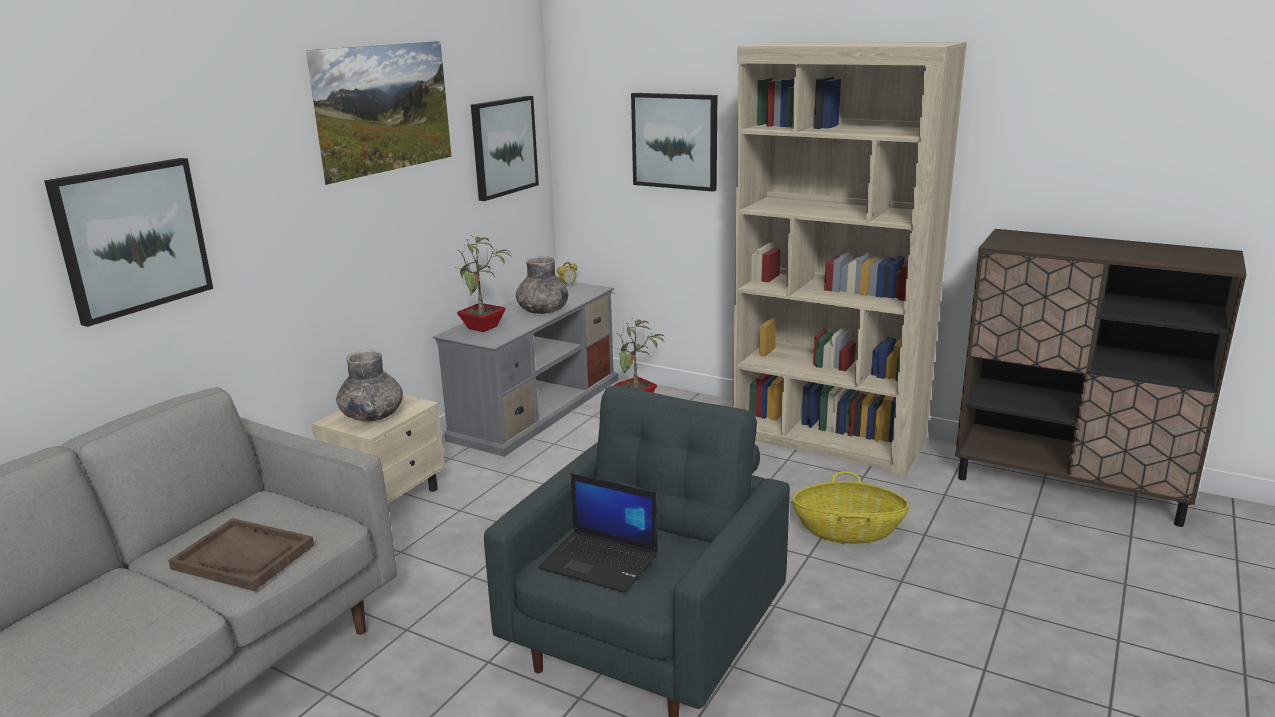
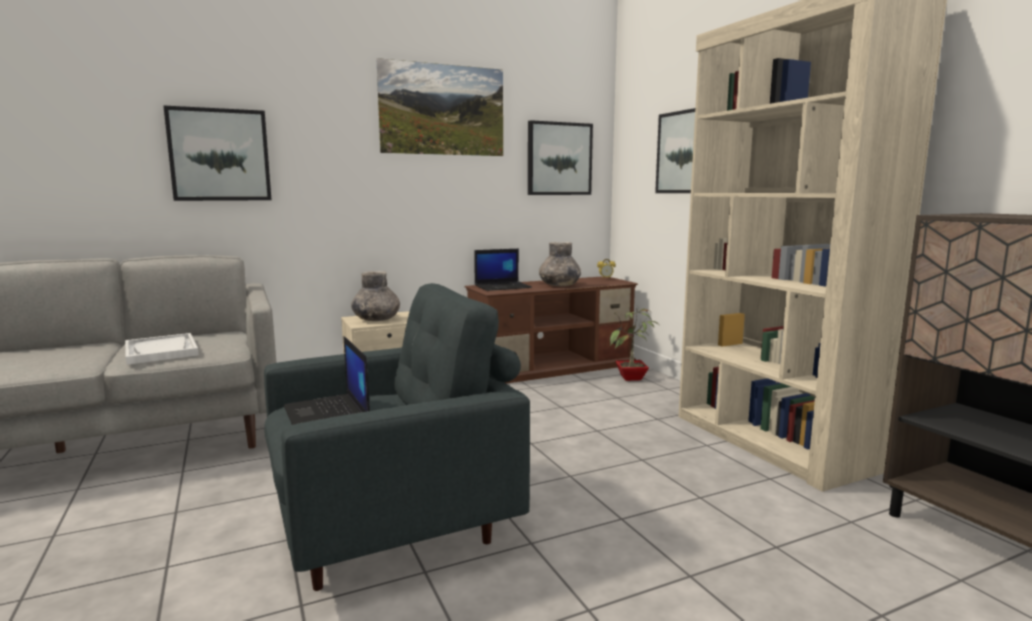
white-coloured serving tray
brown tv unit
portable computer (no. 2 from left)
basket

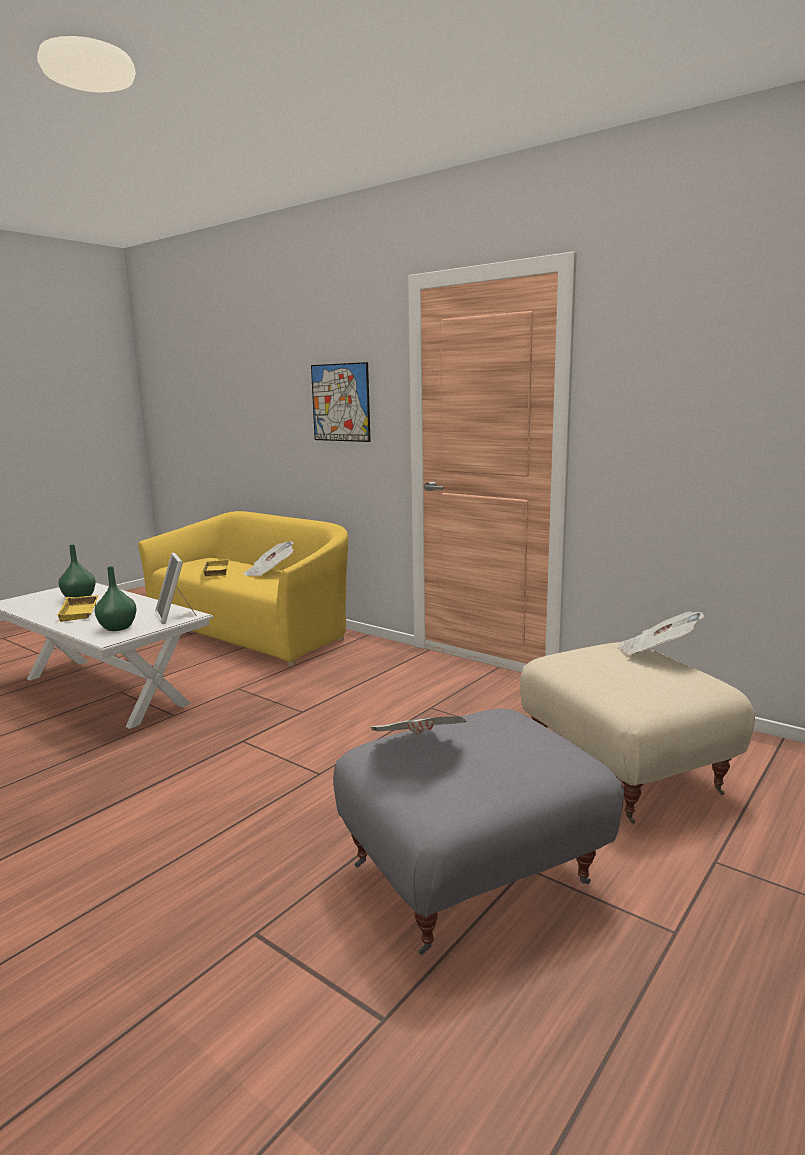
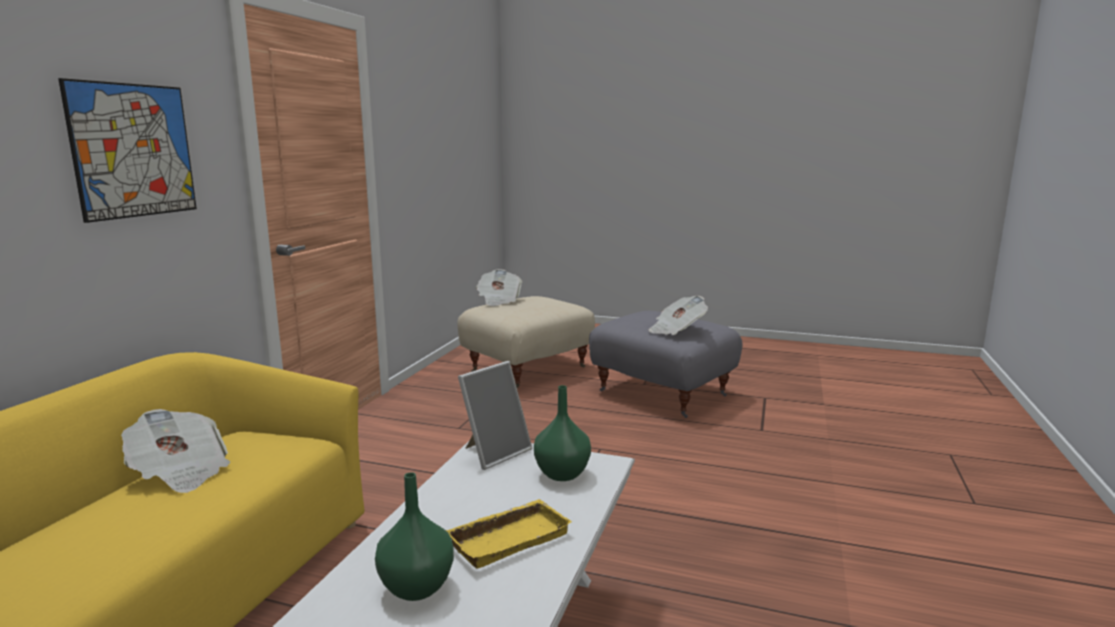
yellowish serving tray (no. 2 from left in the first image)

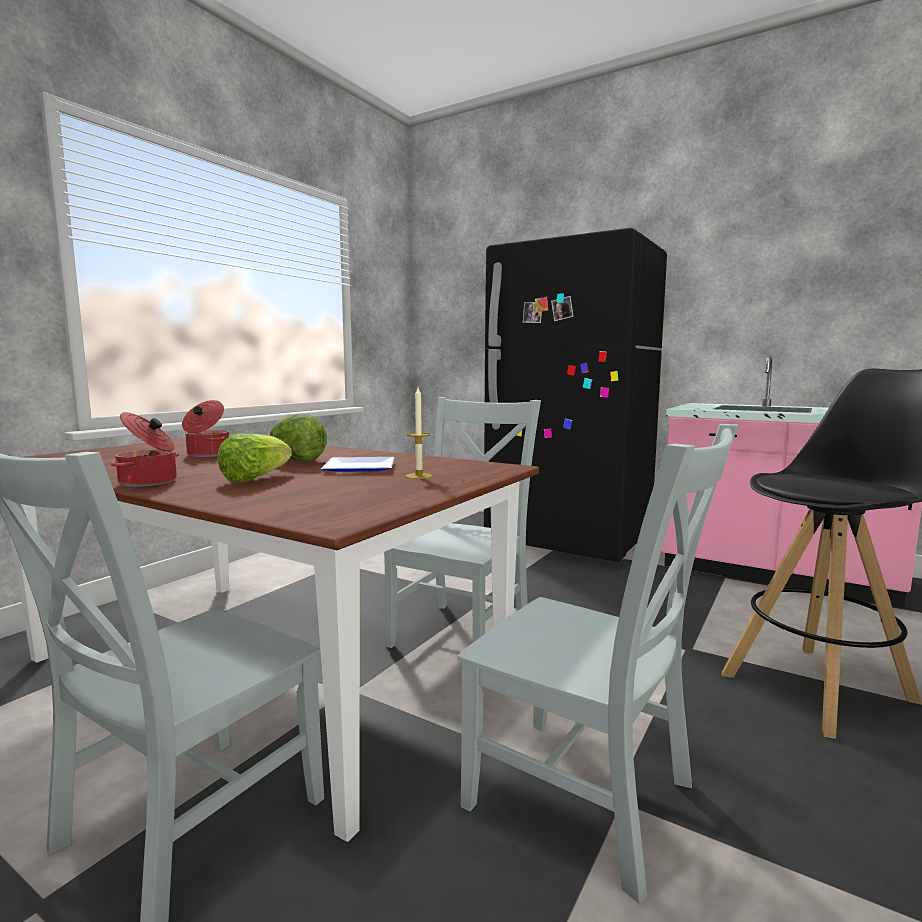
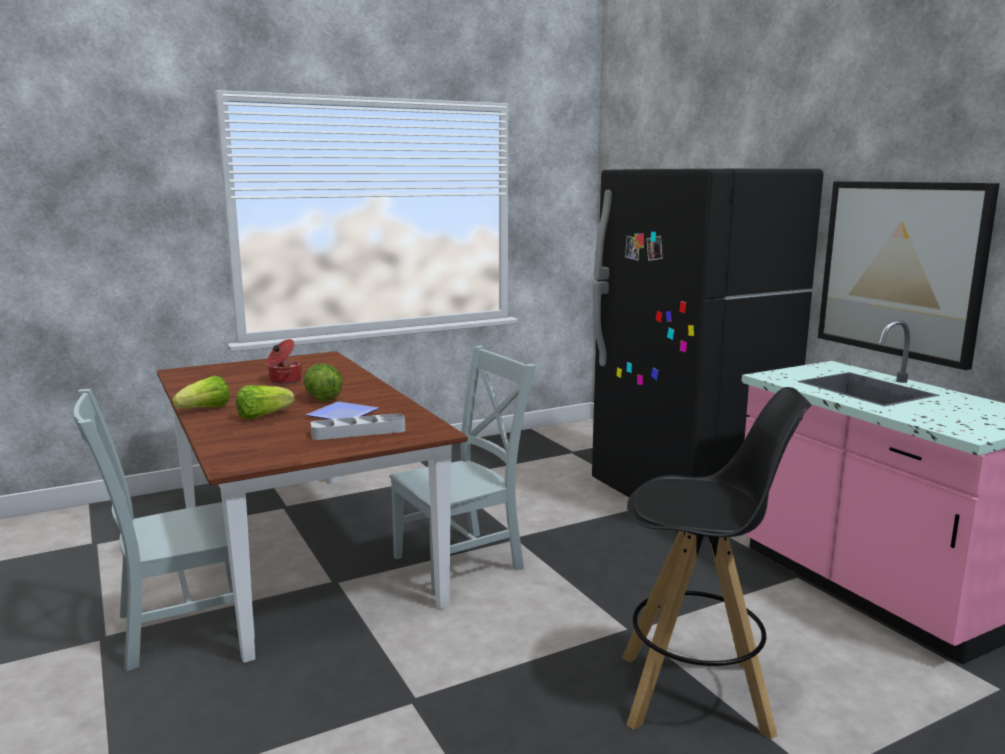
head of lettuce (no. 1 from left)
gray serving tray
gray chair (no. 3 from left in the first image)
wall art

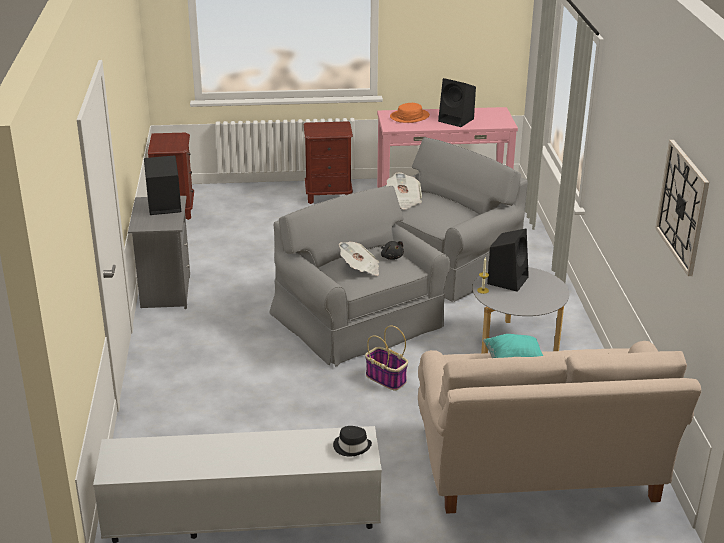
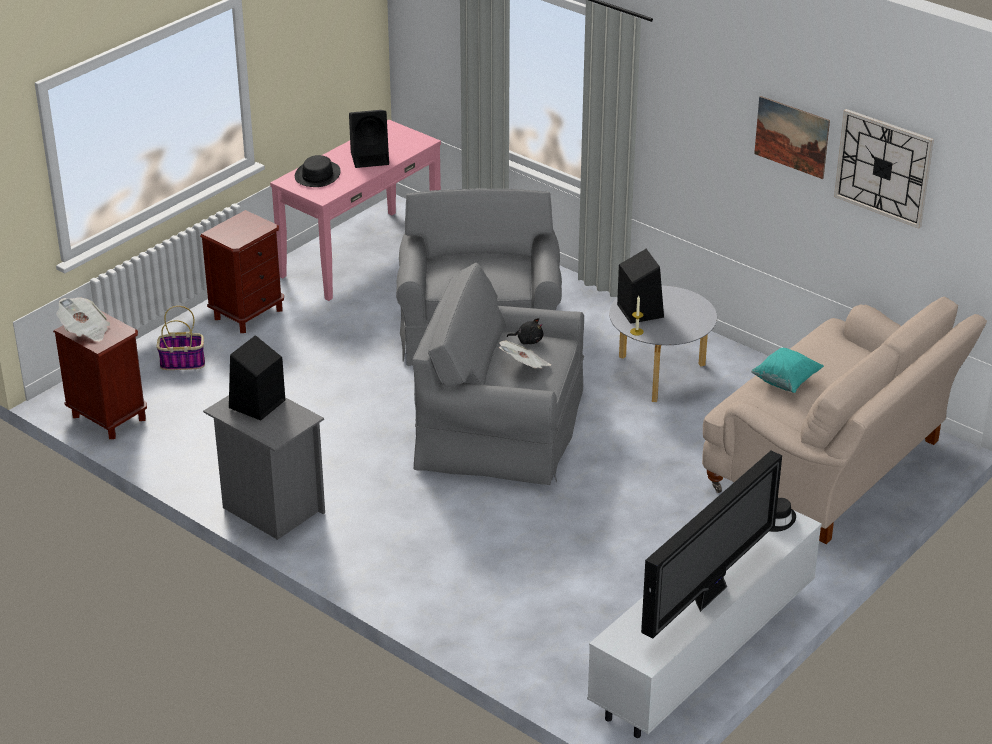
basket
newspaper (no. 1 from left)
black hat (no. 1 from left)
TV
wall art

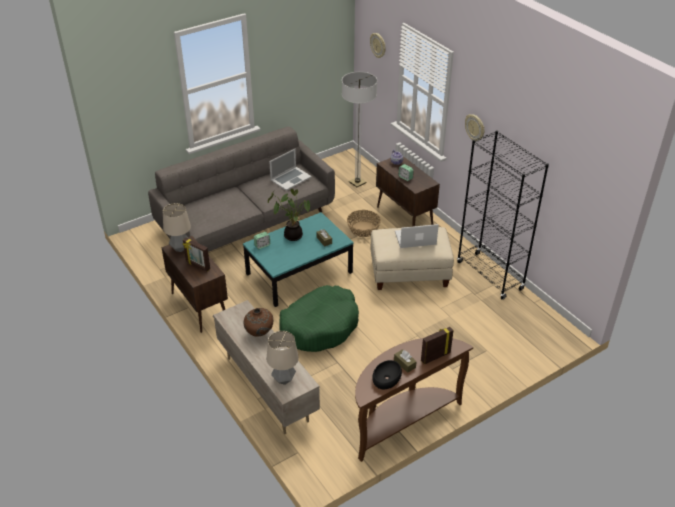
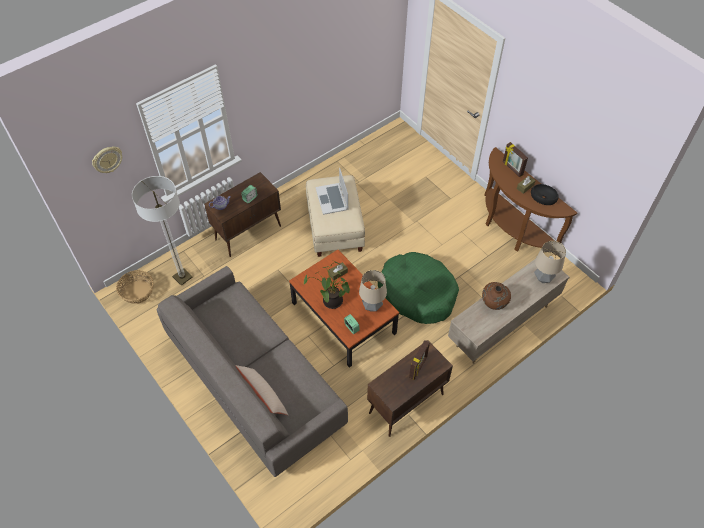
table lamp (no. 1 from left)
brown coffee table
portable computer (no. 1 from left in the first image)
basket
black shelving unit
hanging clock (no. 2 from left in the first image)
beige throw pillow

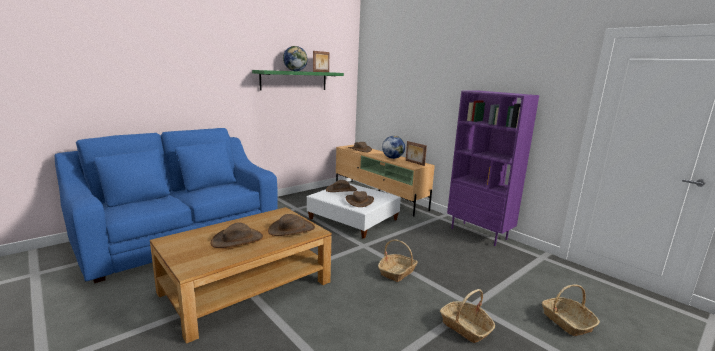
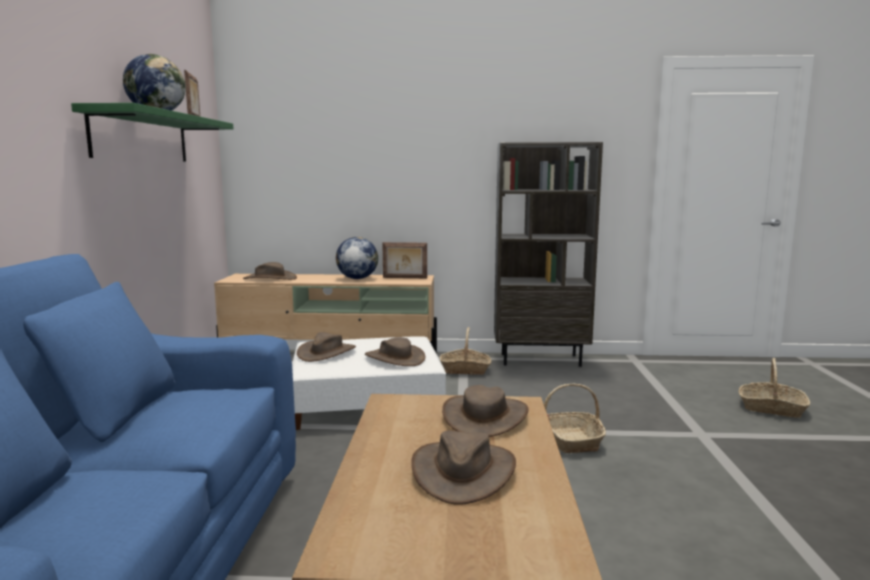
basket (no. 1 from left)
brown shelving unit

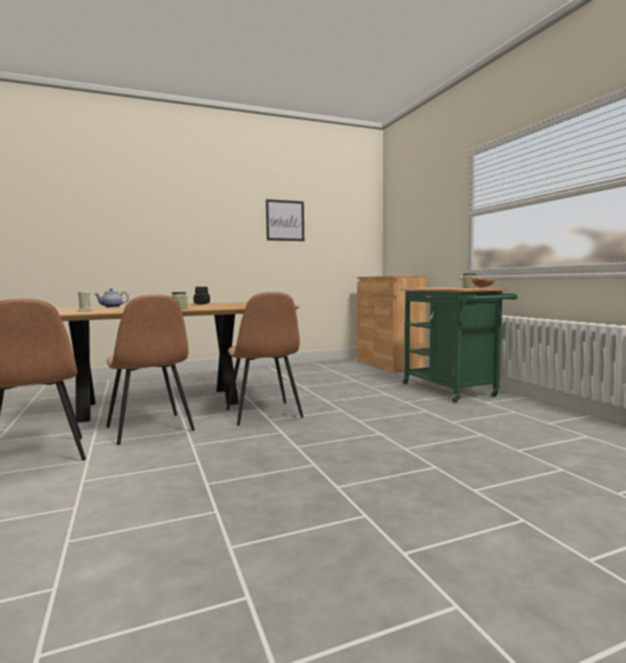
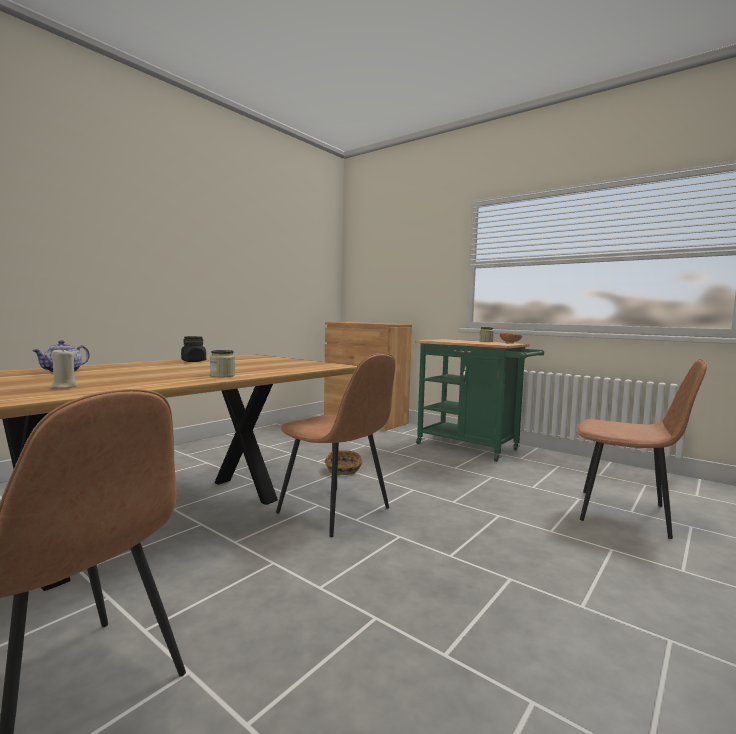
brown chair (no. 3 from left)
wall art
basket

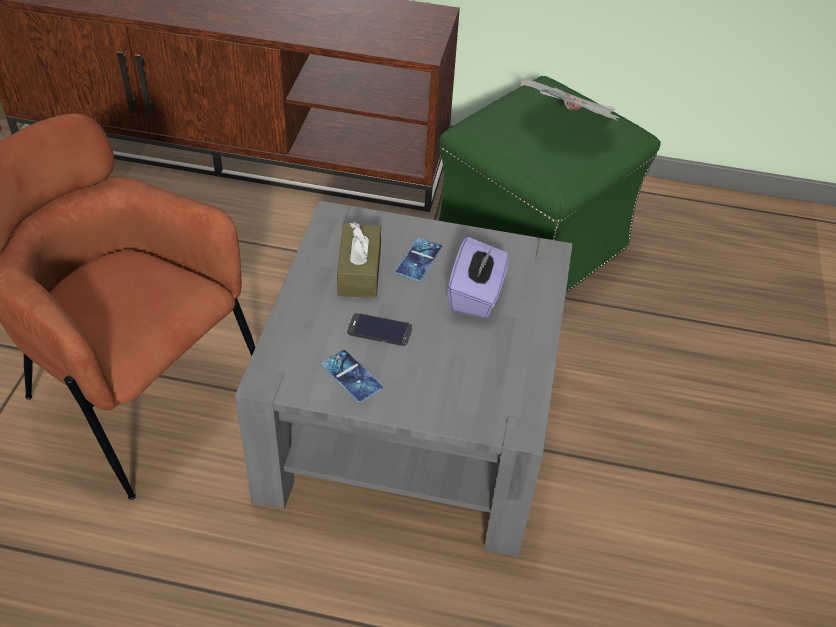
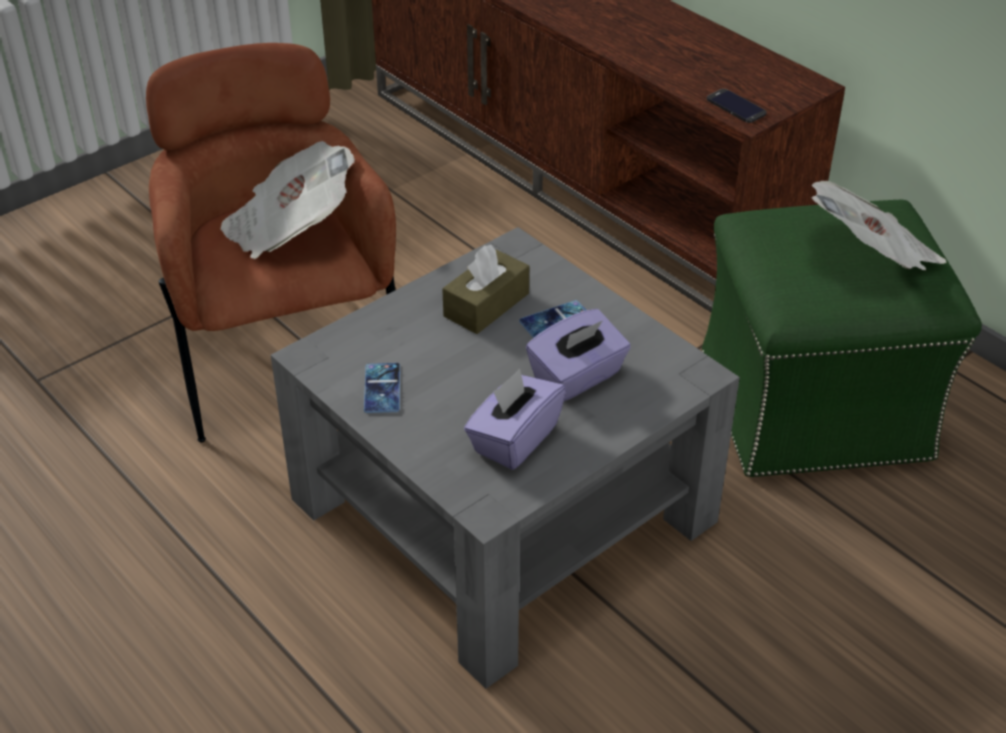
handset (no. 3 from left)
newspaper (no. 1 from left)
purplish tissue box (no. 1 from left)

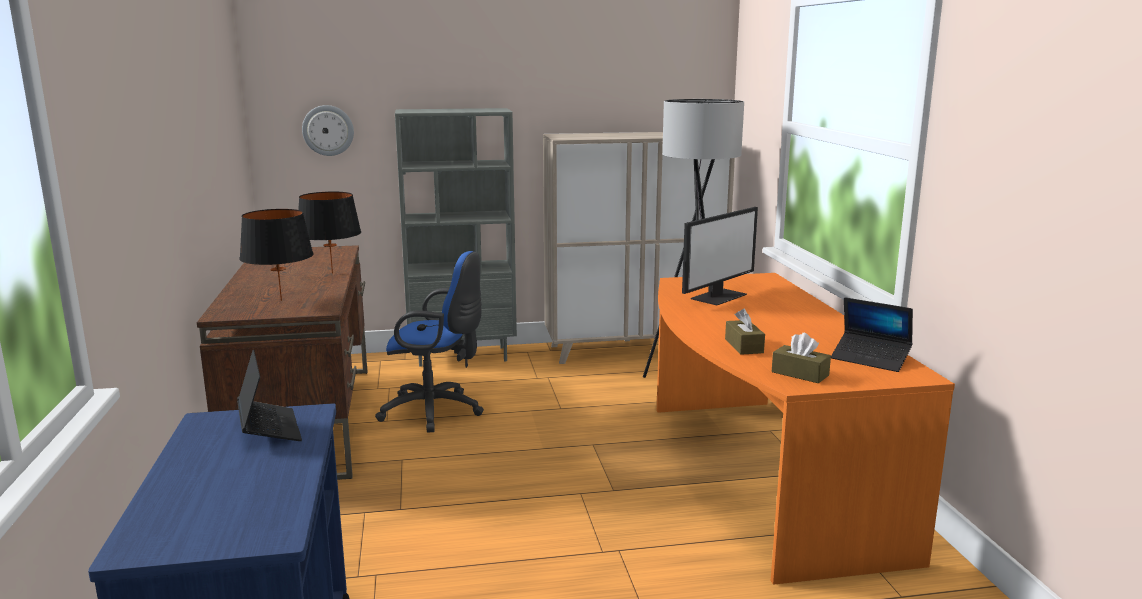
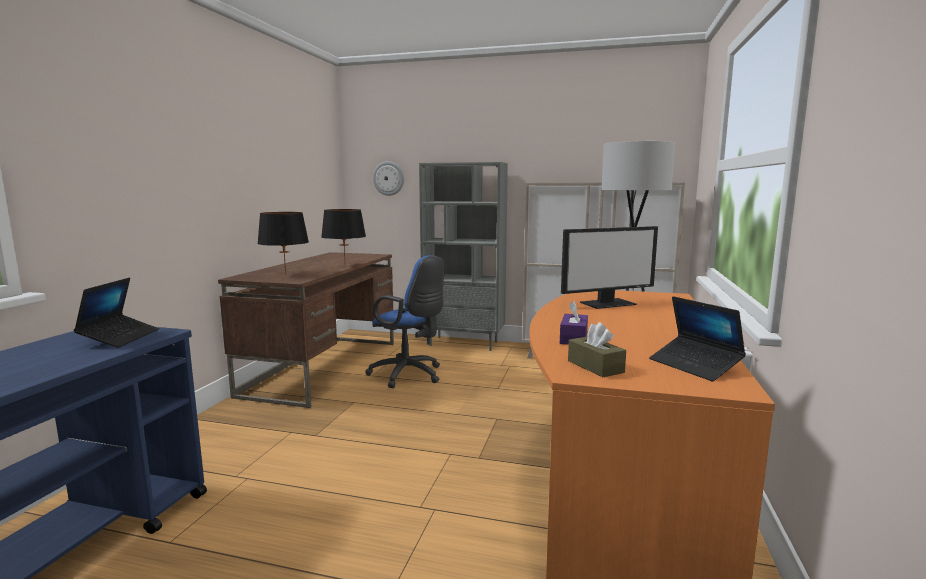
purplish tissue box

